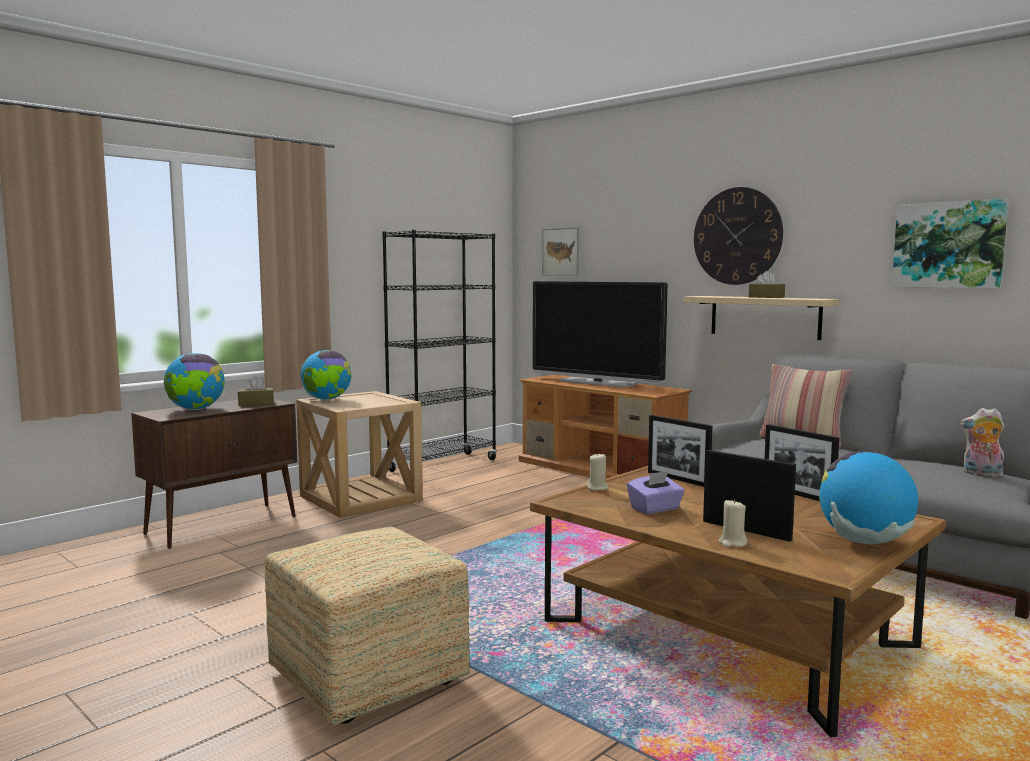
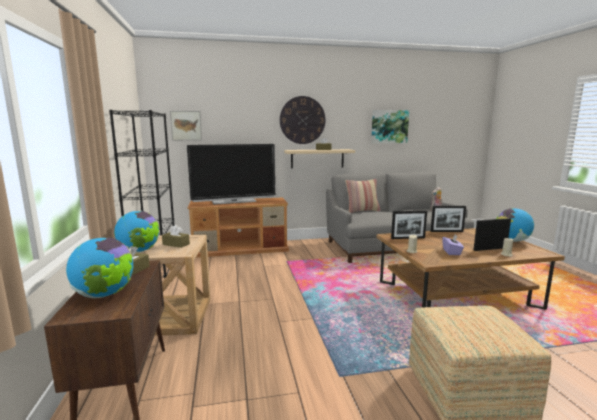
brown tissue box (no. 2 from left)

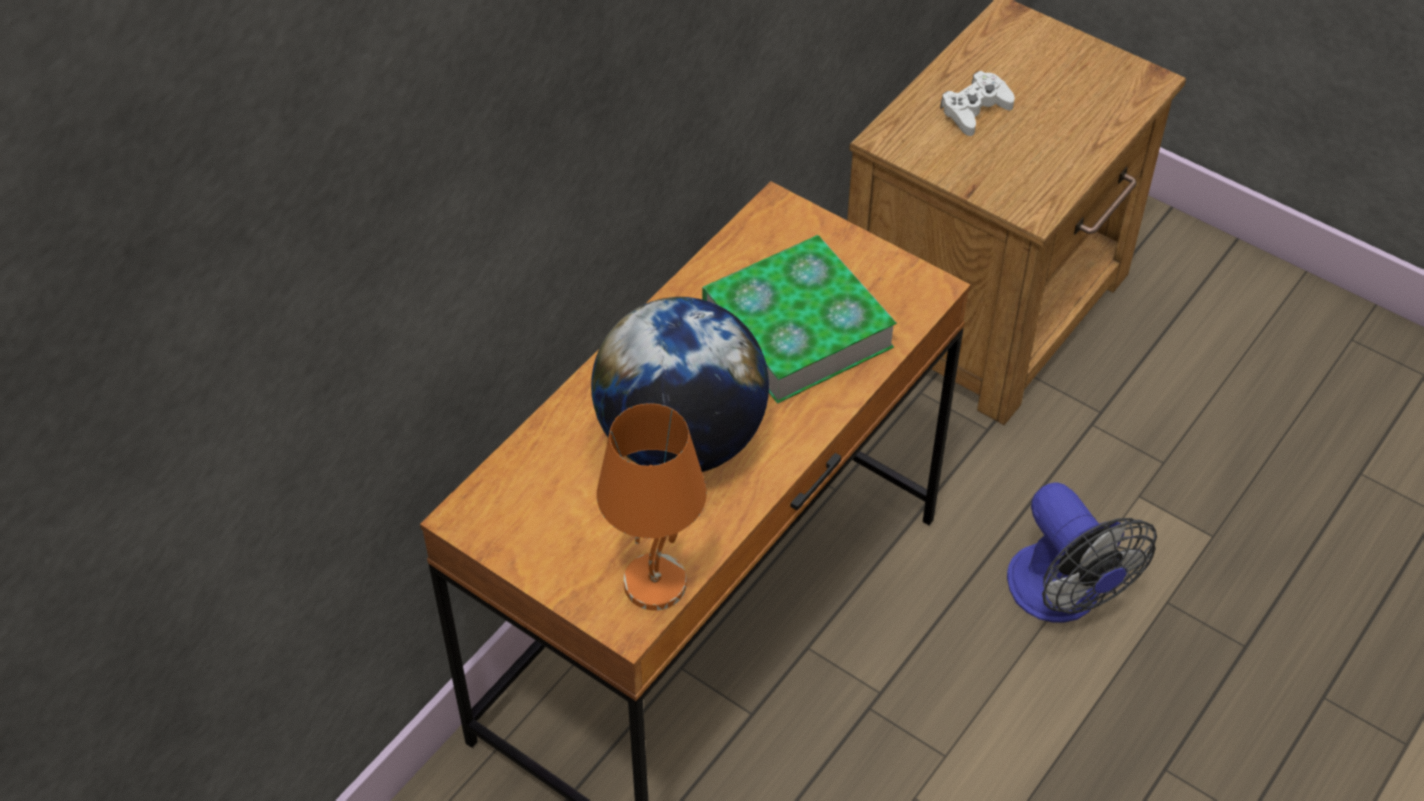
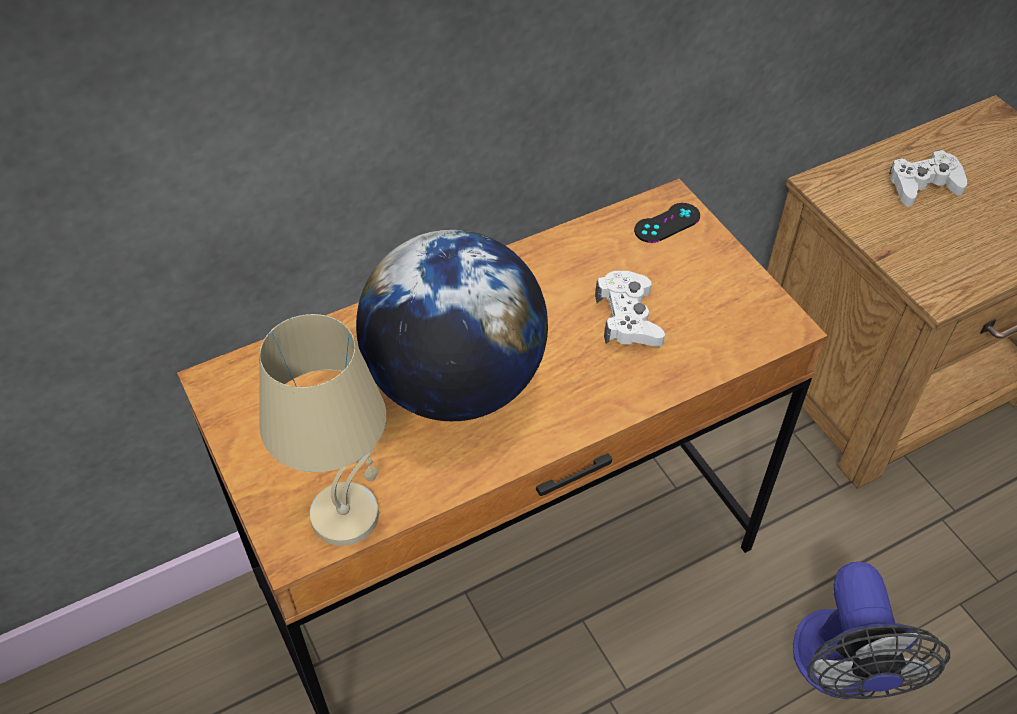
beige table lamp
white-coloured gamepad (no. 1 from left)
black gamepad

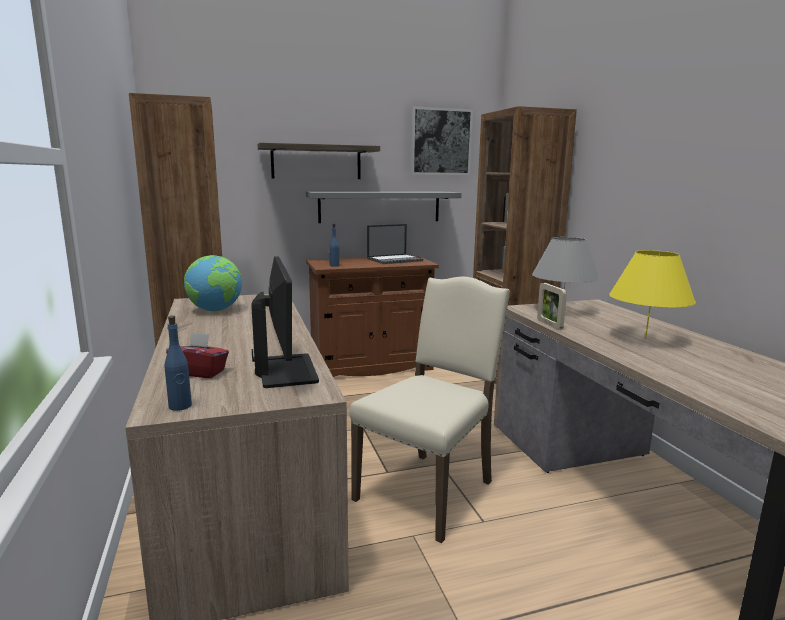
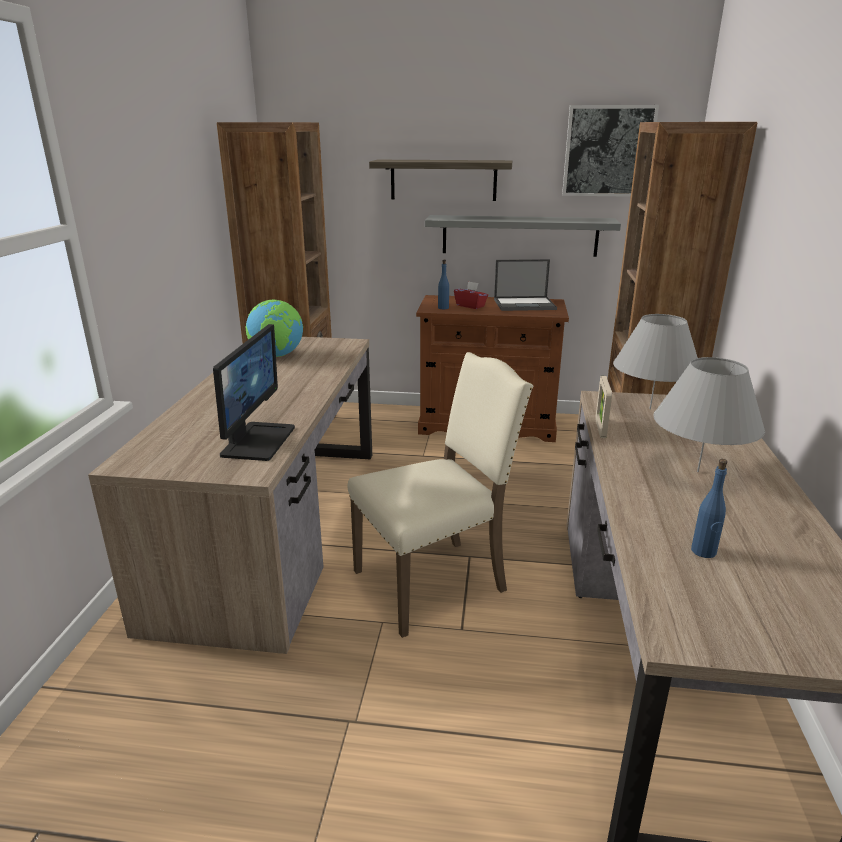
blue bottle (no. 2 from left)
reddish tissue box
gray table lamp (no. 2 from left)

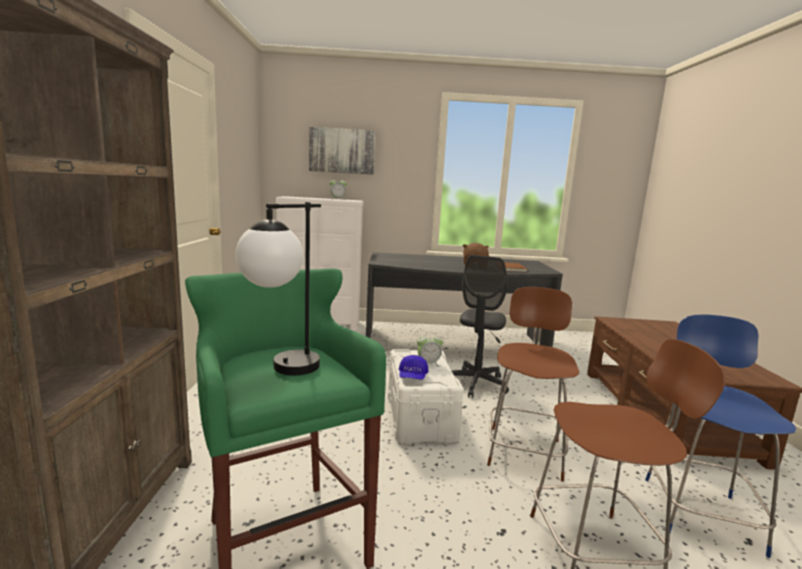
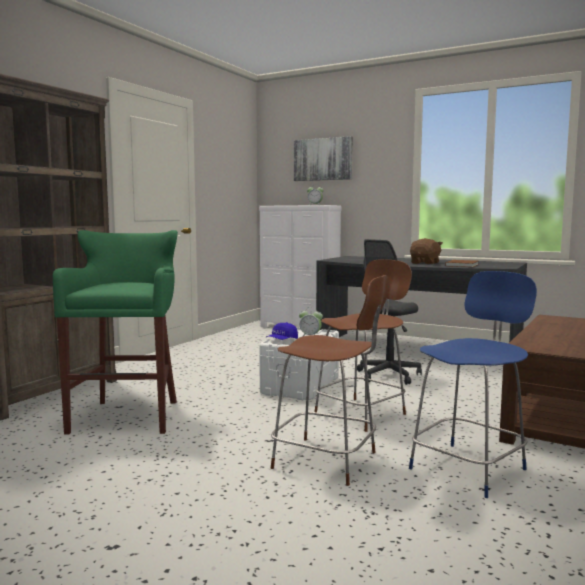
table lamp

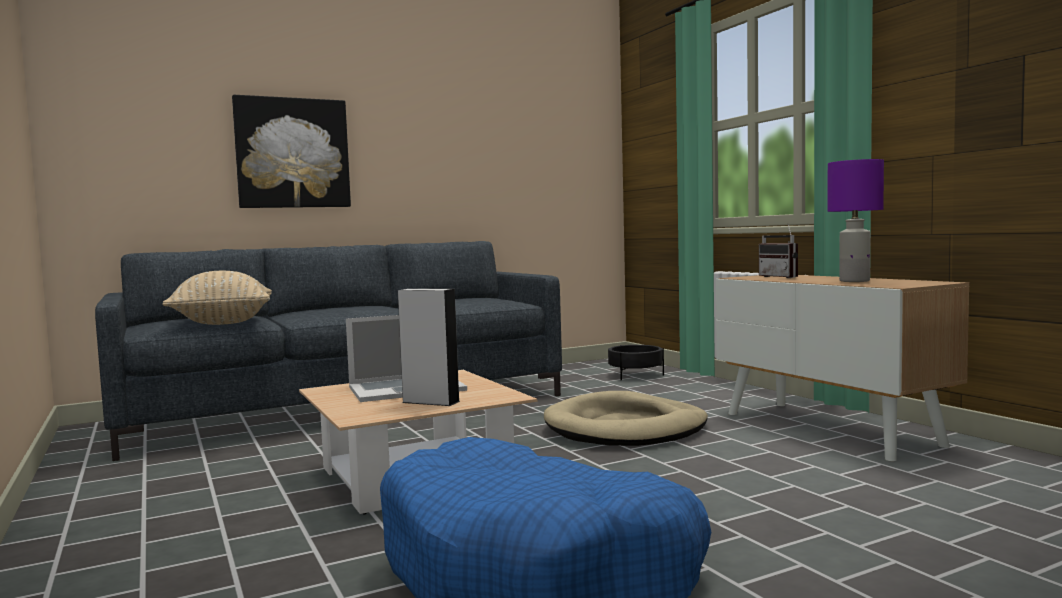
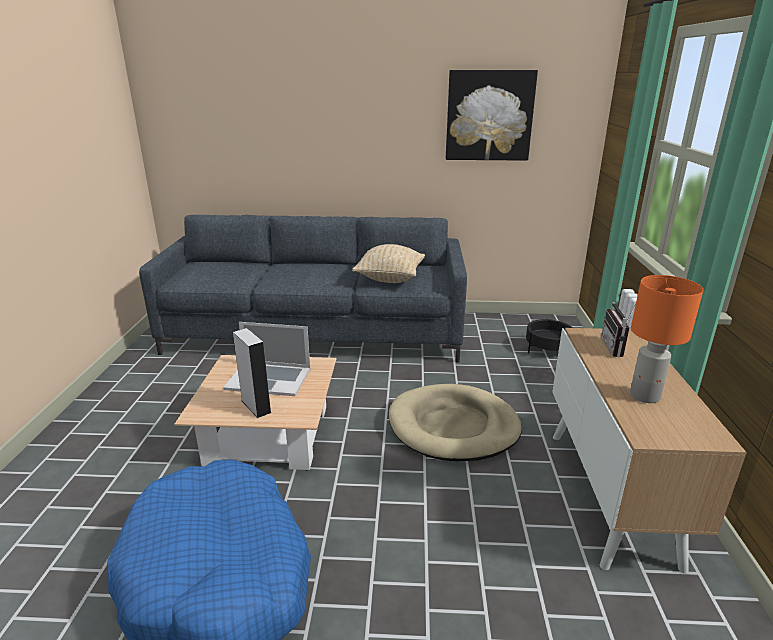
beige throw pillow
wall art
orange-coloured table lamp

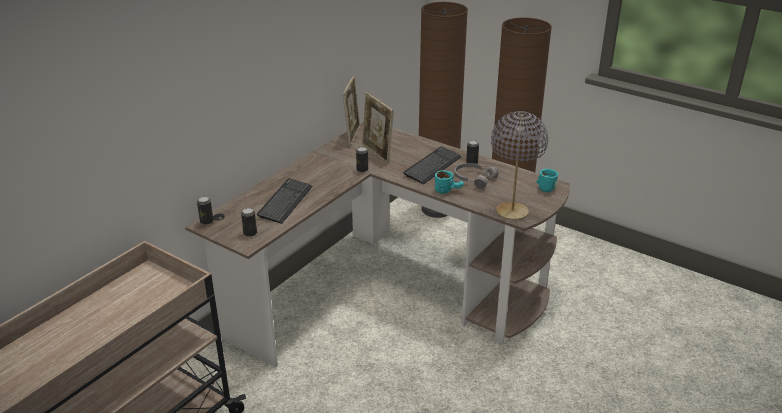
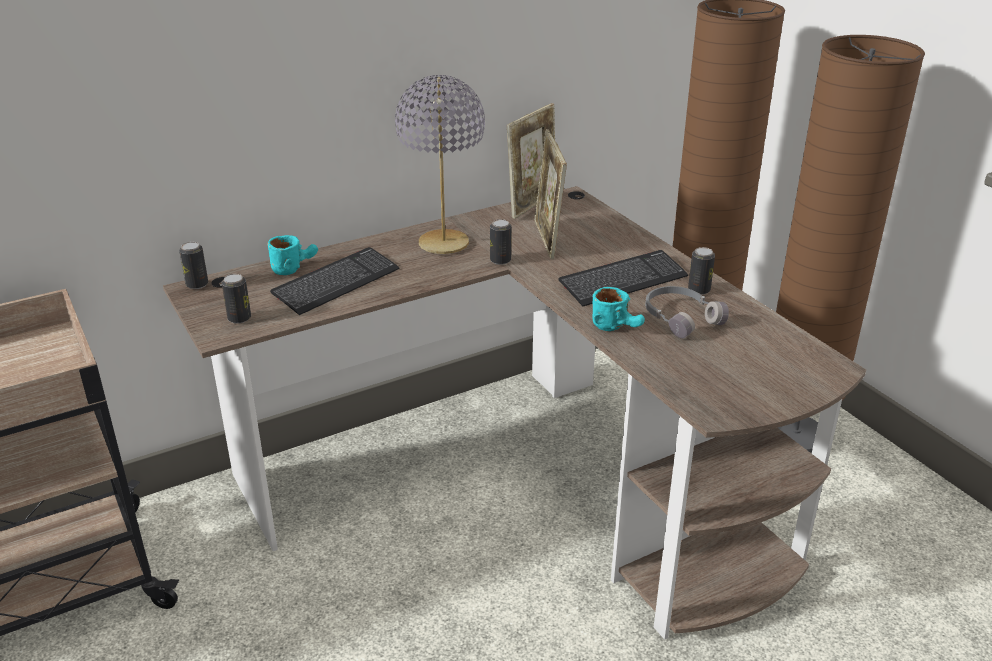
gray table lamp
turquoise-coloured tea mug (no. 1 from left)

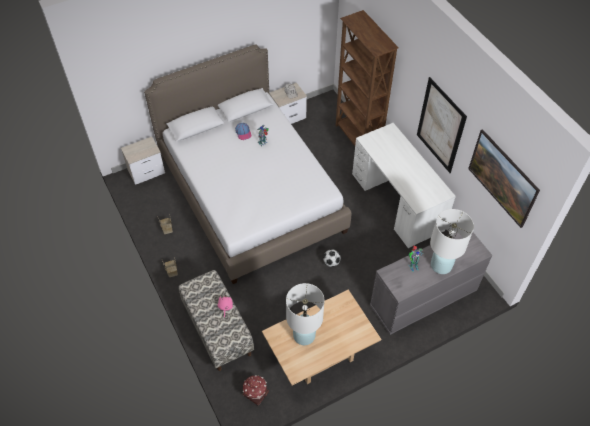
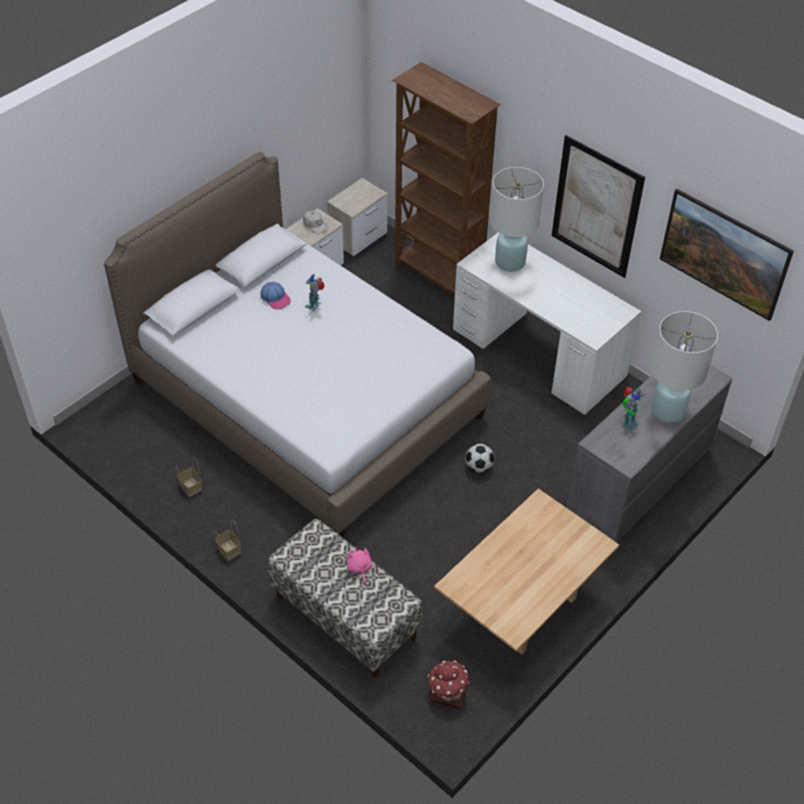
bedside table (no. 2 from left)
white-coloured table lamp (no. 1 from left)

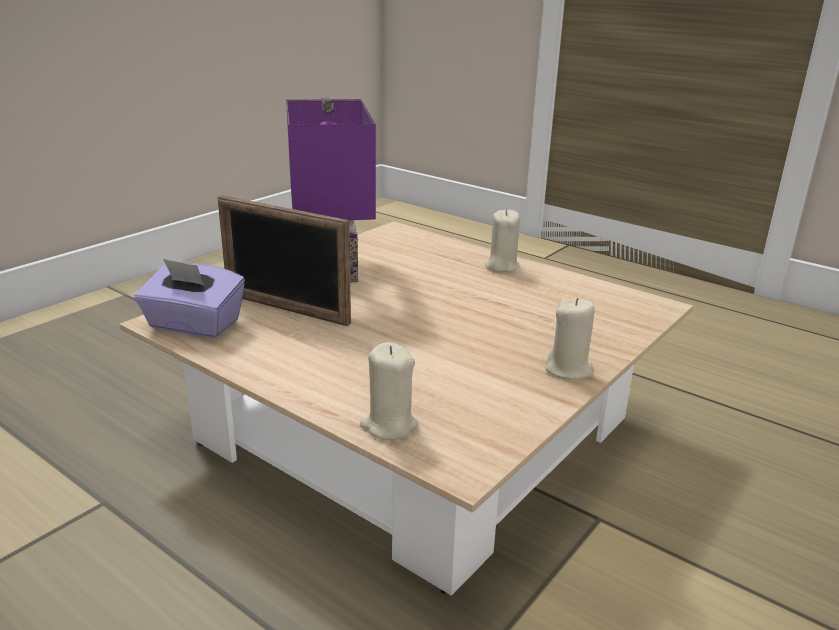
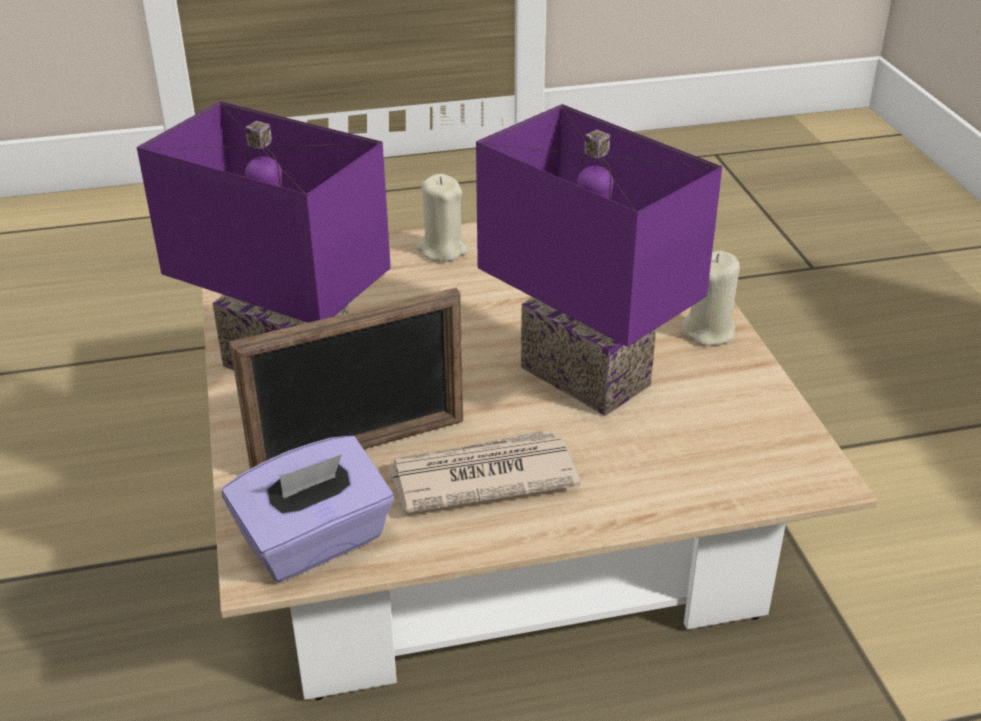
beige candle (no. 1 from left in the first image)
newspaper
purplish table lamp (no. 2 from left)

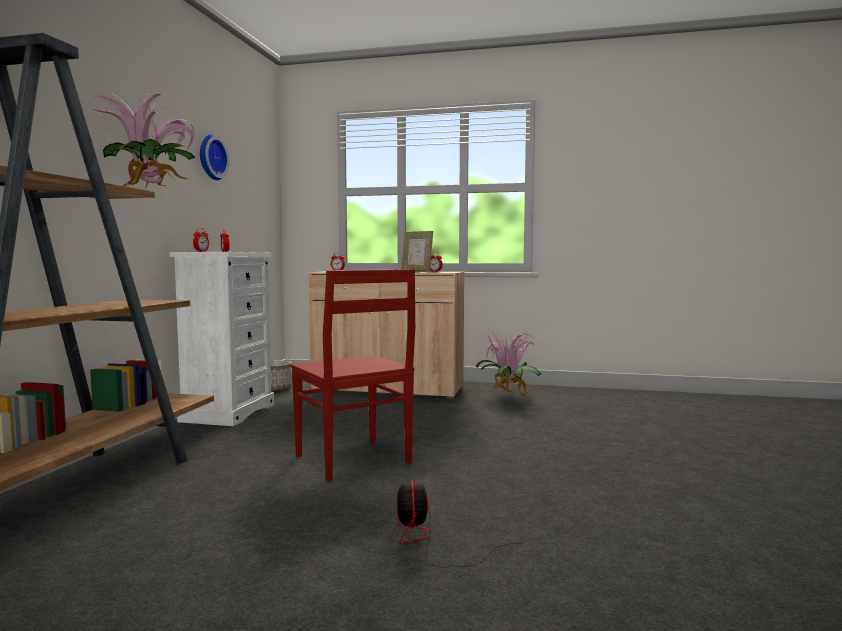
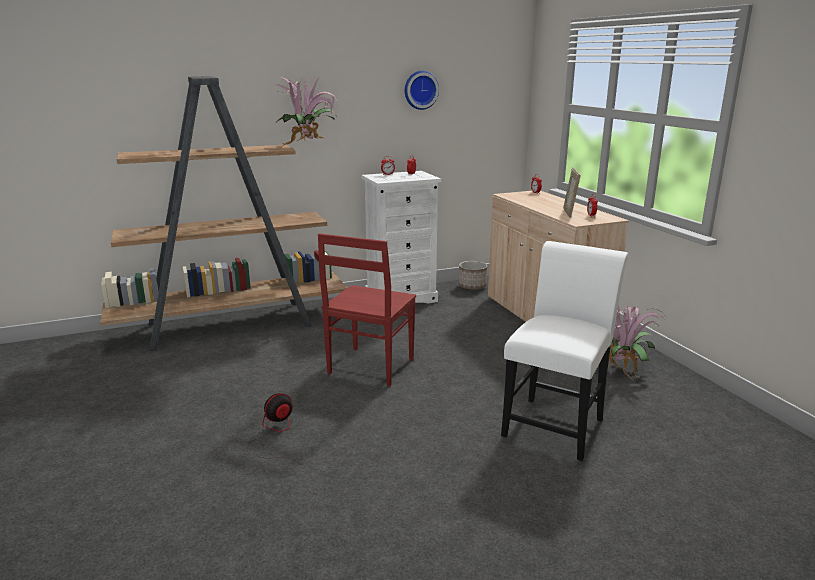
white-coloured chair

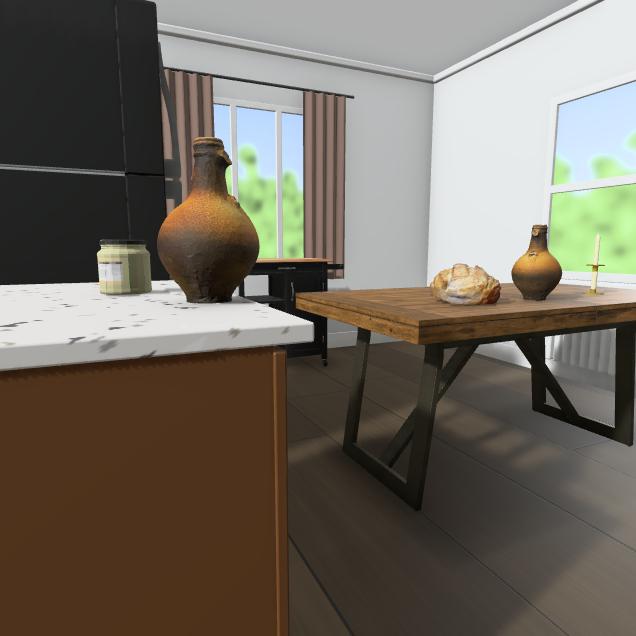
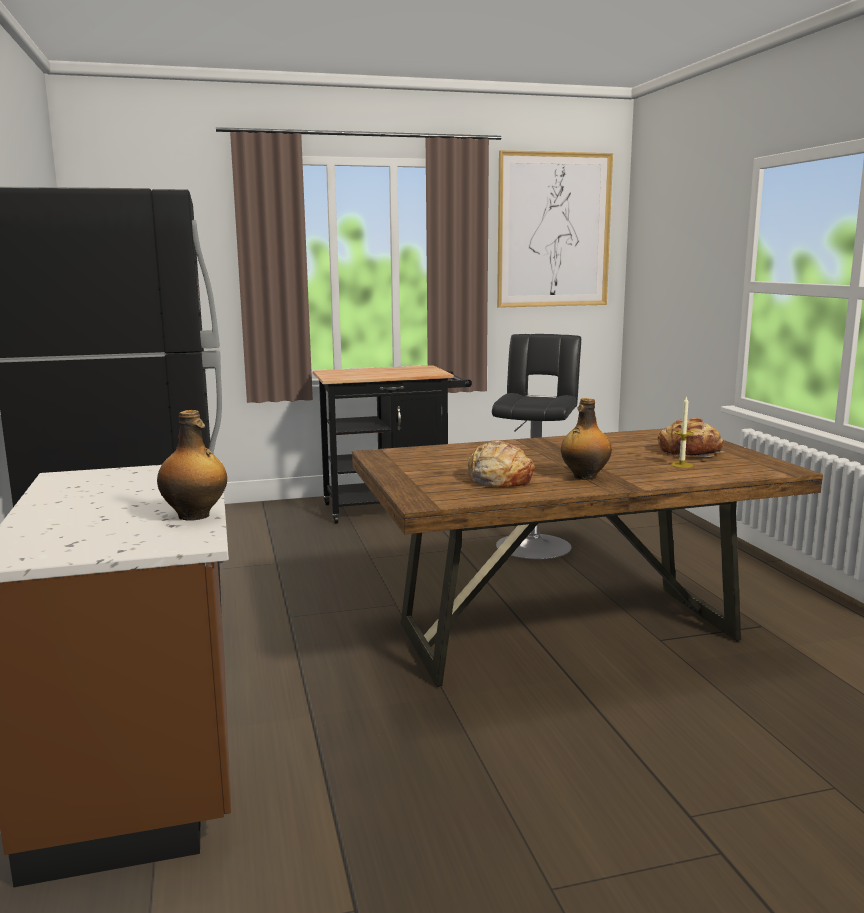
jar
black stool seat
wall art
baked bread (no. 2 from left)

